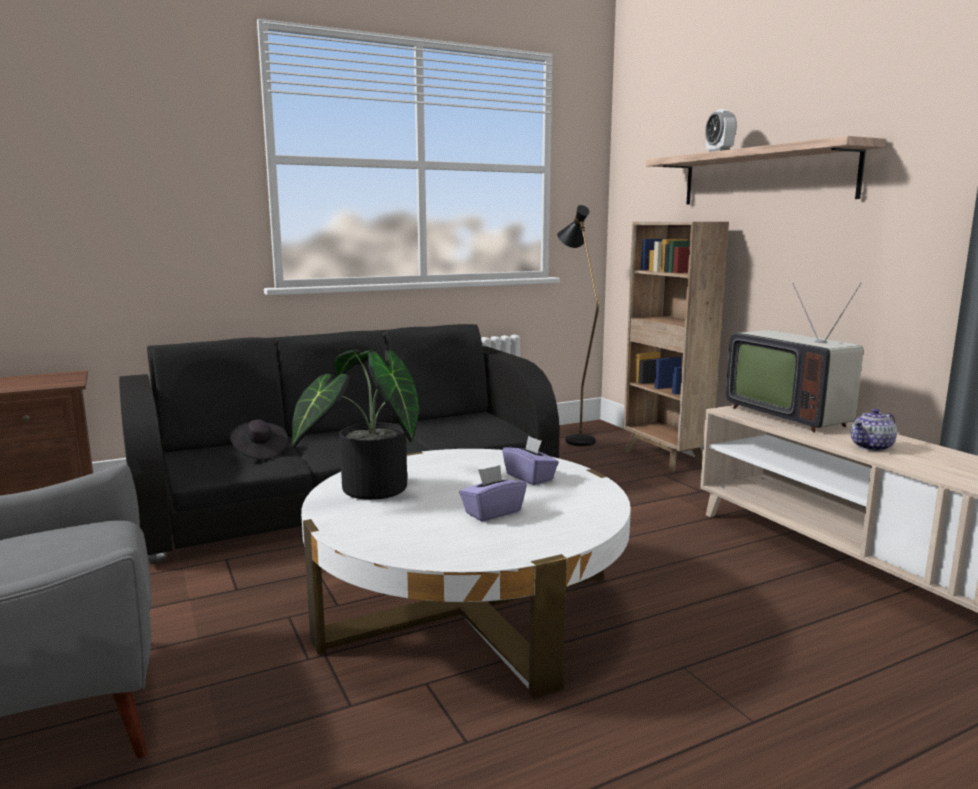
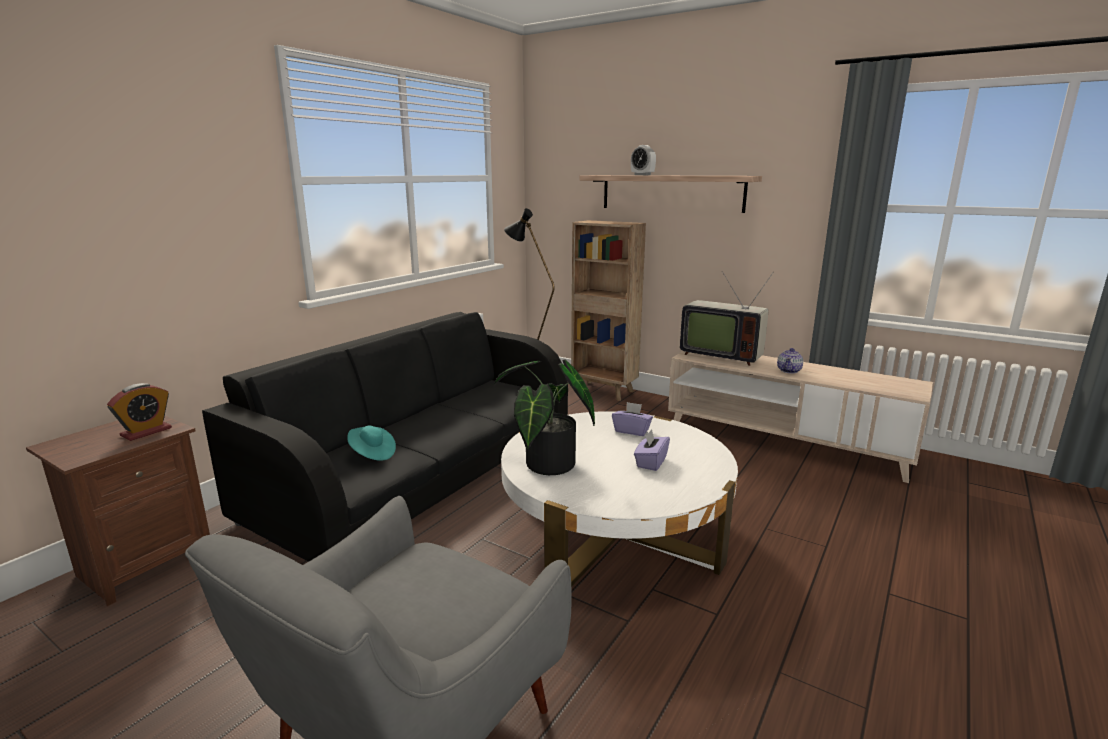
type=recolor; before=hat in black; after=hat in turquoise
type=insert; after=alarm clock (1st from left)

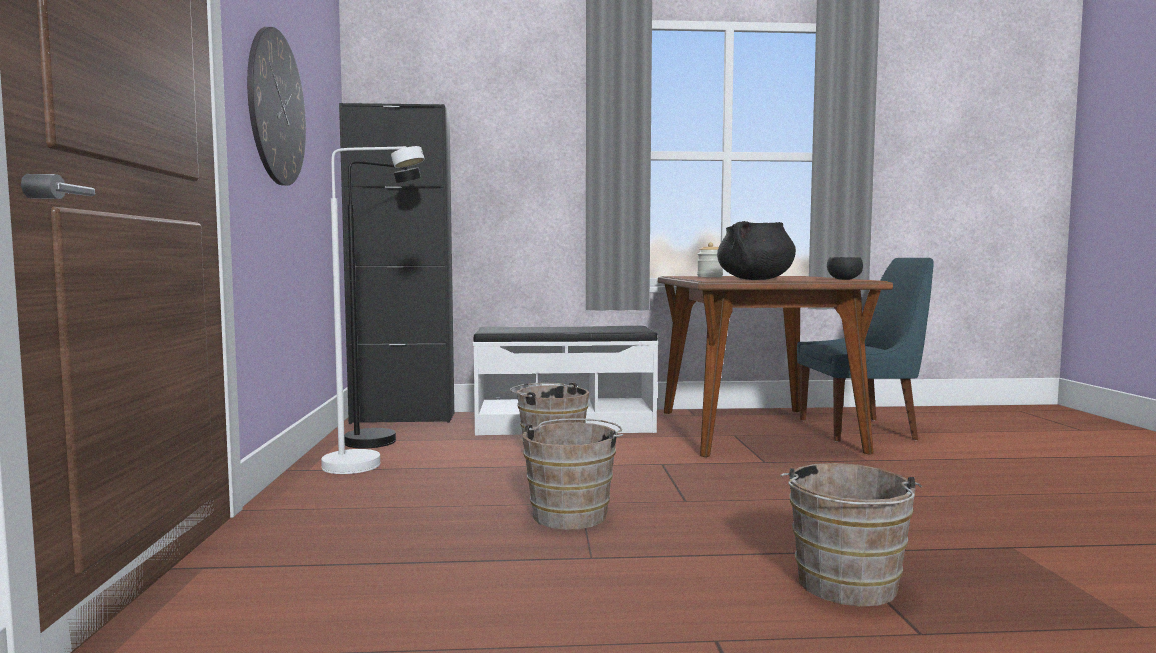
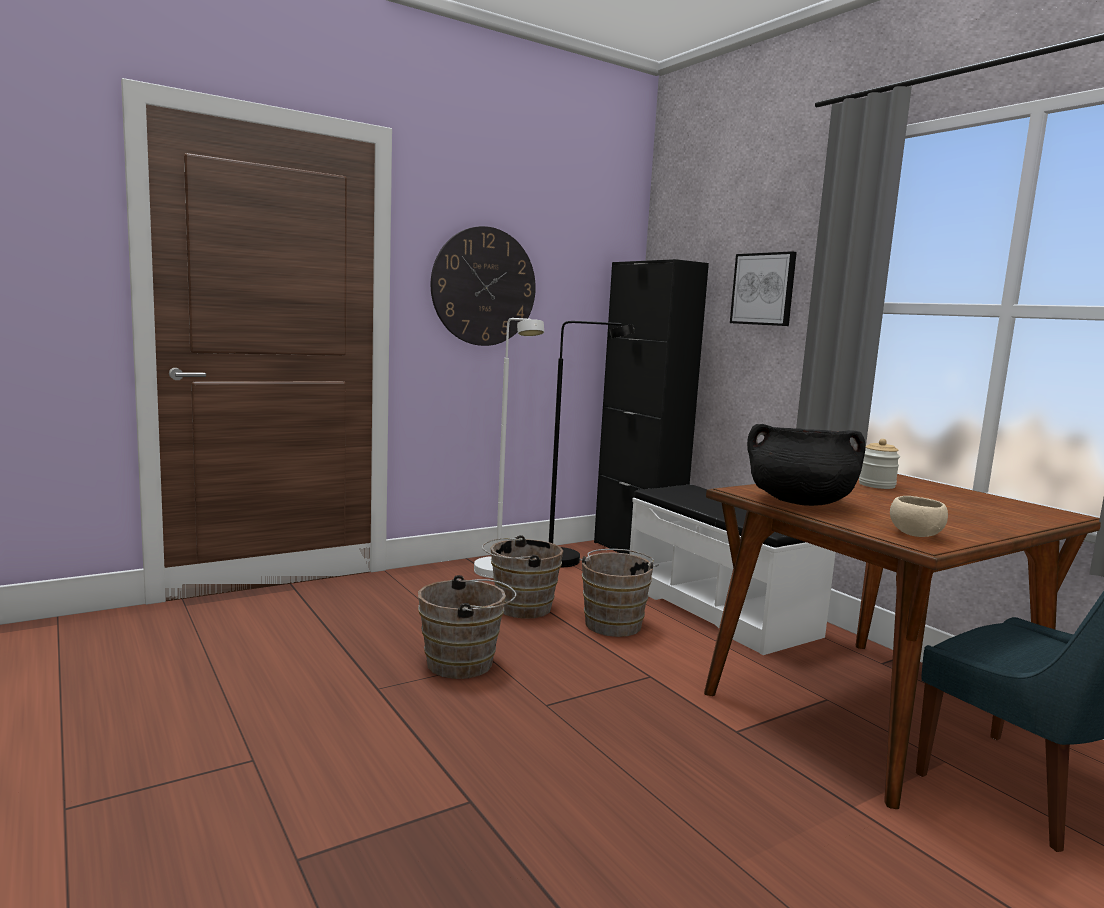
type=move; before=bucket in brown (3rd from left in the first image); after=bucket in brown (2nd from left)
type=recolor; before=bowl in black; after=bowl in beige
type=insert; after=picture

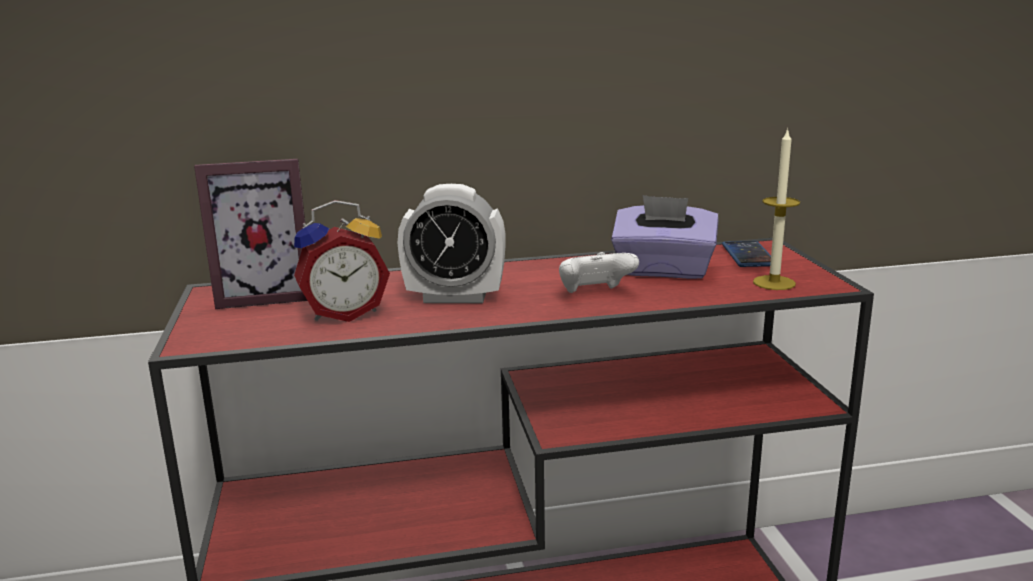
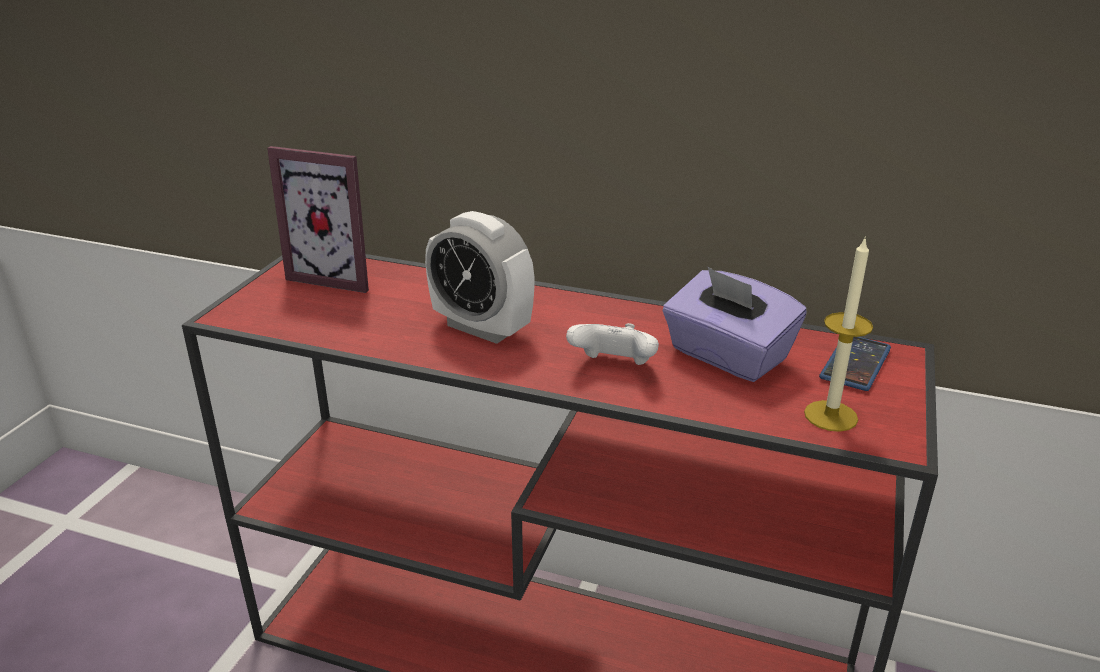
type=delete; before=alarm clock (1st from left)

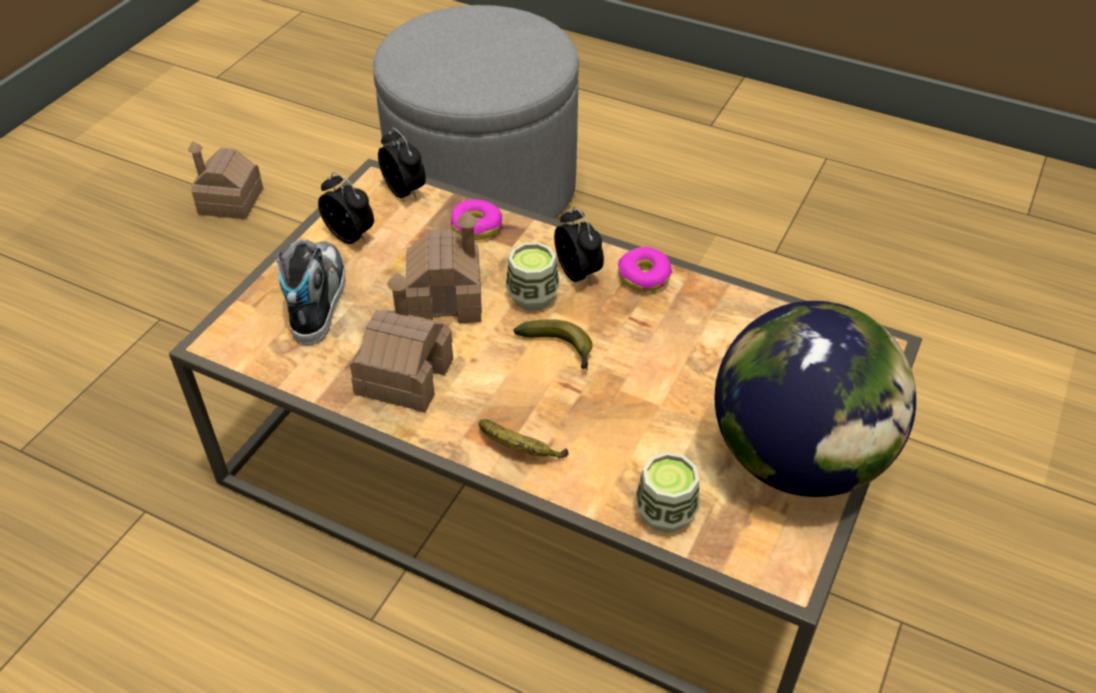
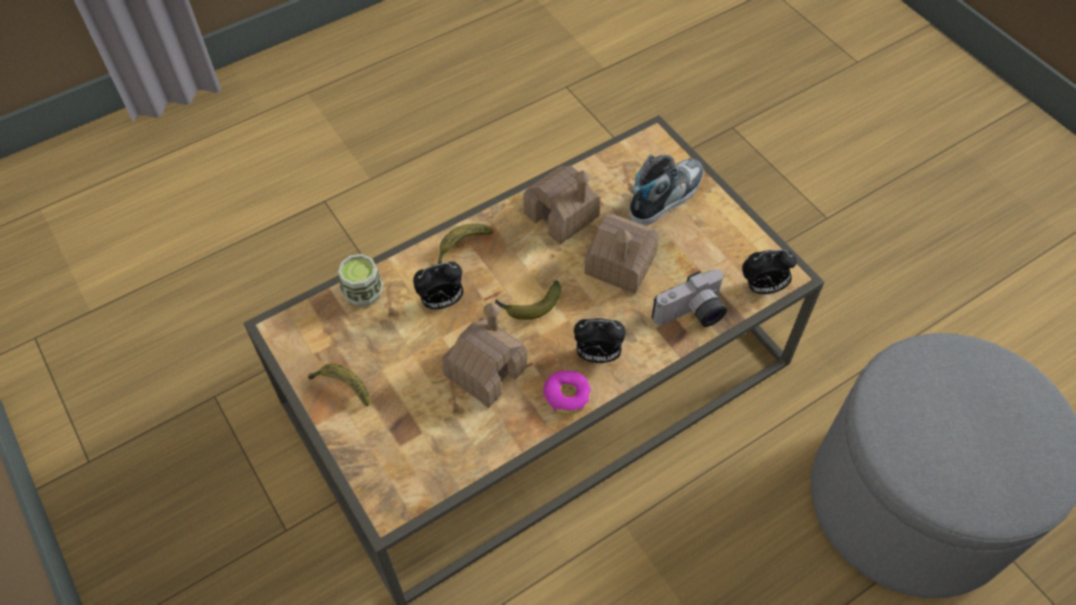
type=move; before=toy house (1st from left)
type=rotate; before=shoe; turn=-75
type=move; before=alarm clock (1st from left)
type=replace; before=donut (1st from left); after=photo camera
type=delete; before=cup (1st from left)
type=replace; before=globe; after=banana (1st from left)

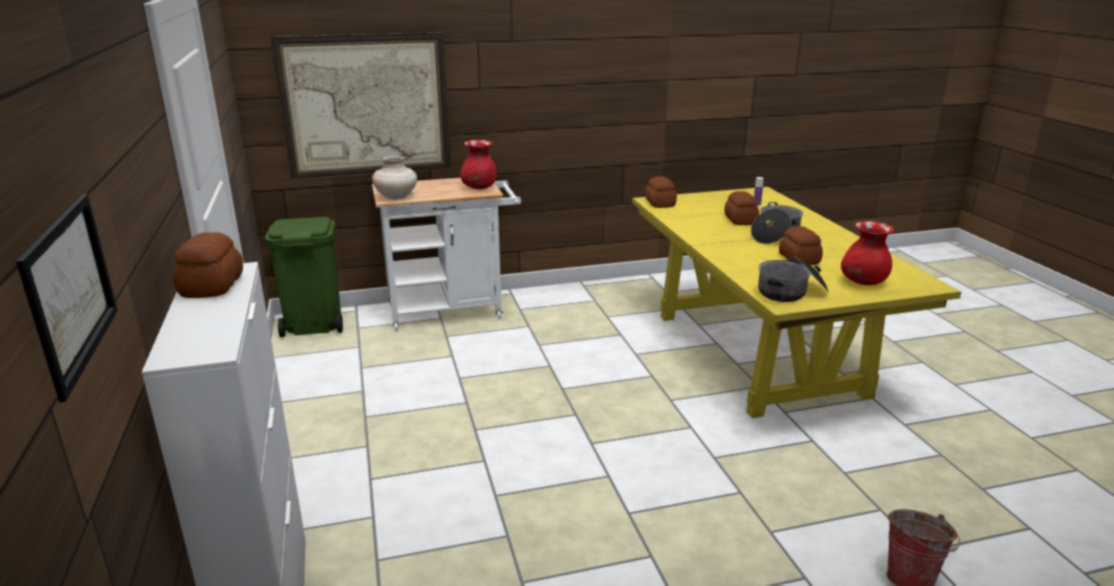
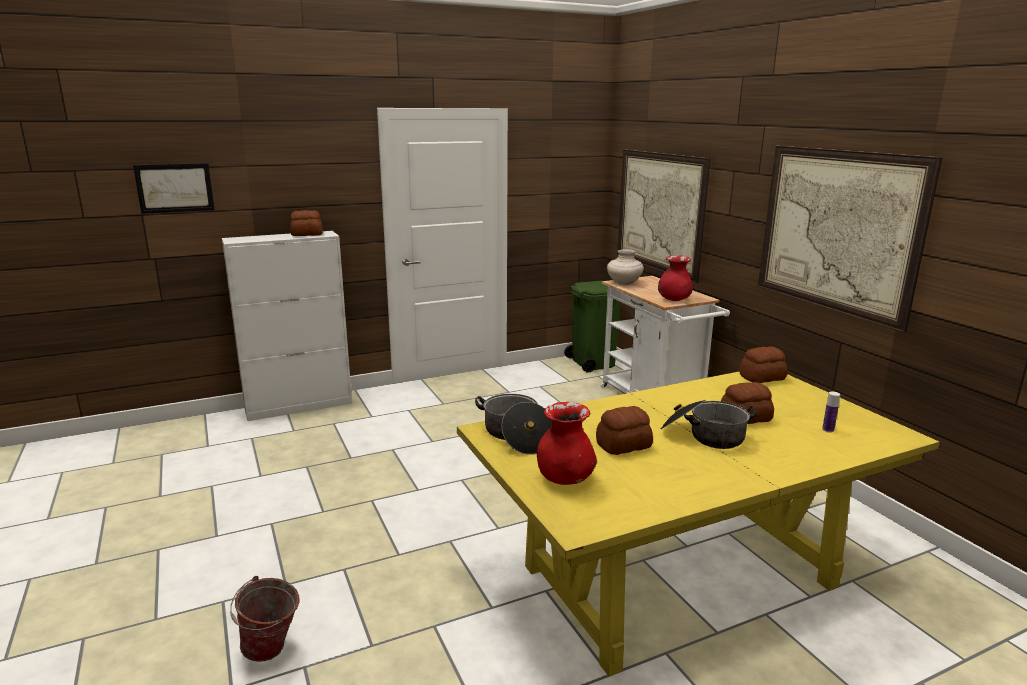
type=insert; after=picture (3rd from left)

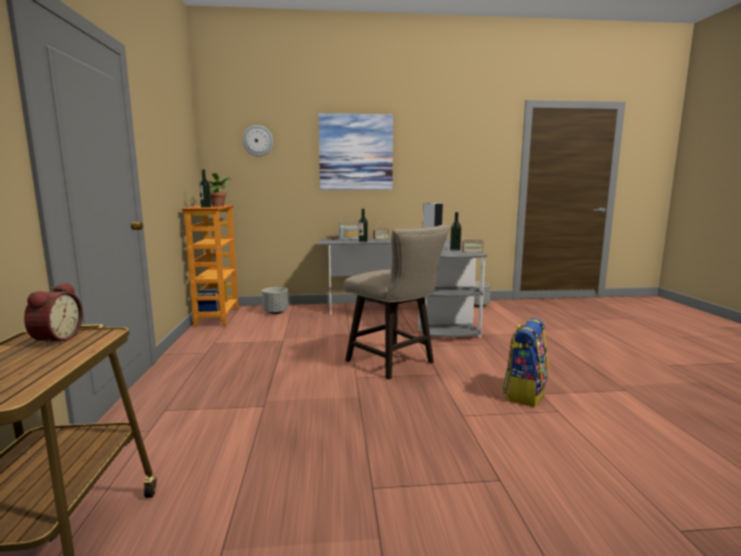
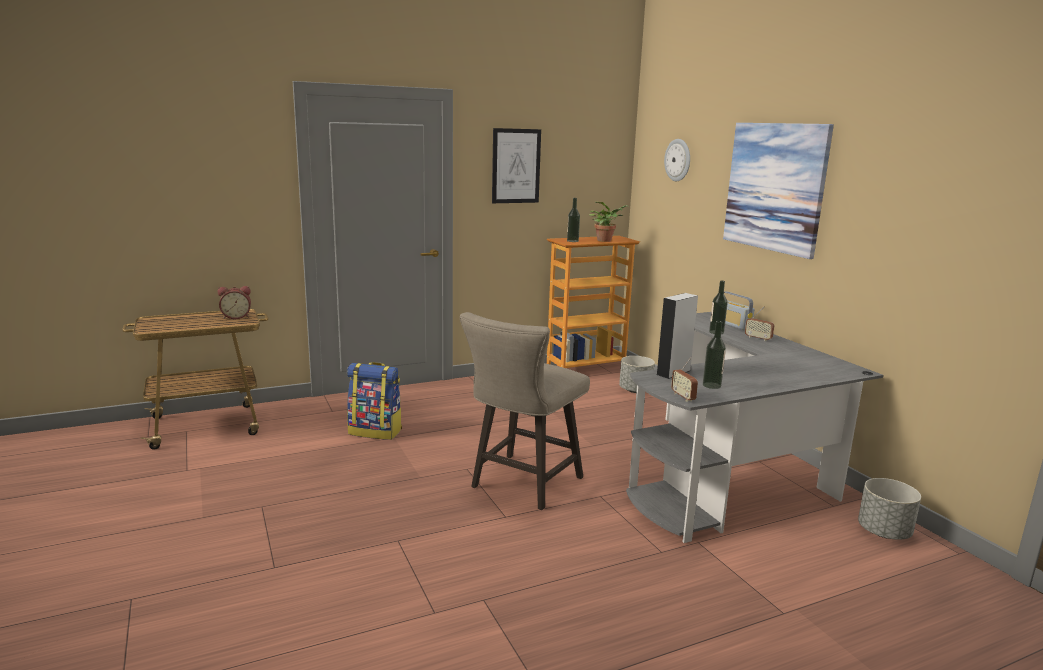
type=move; before=backpack
type=insert; after=picture (1st from left)

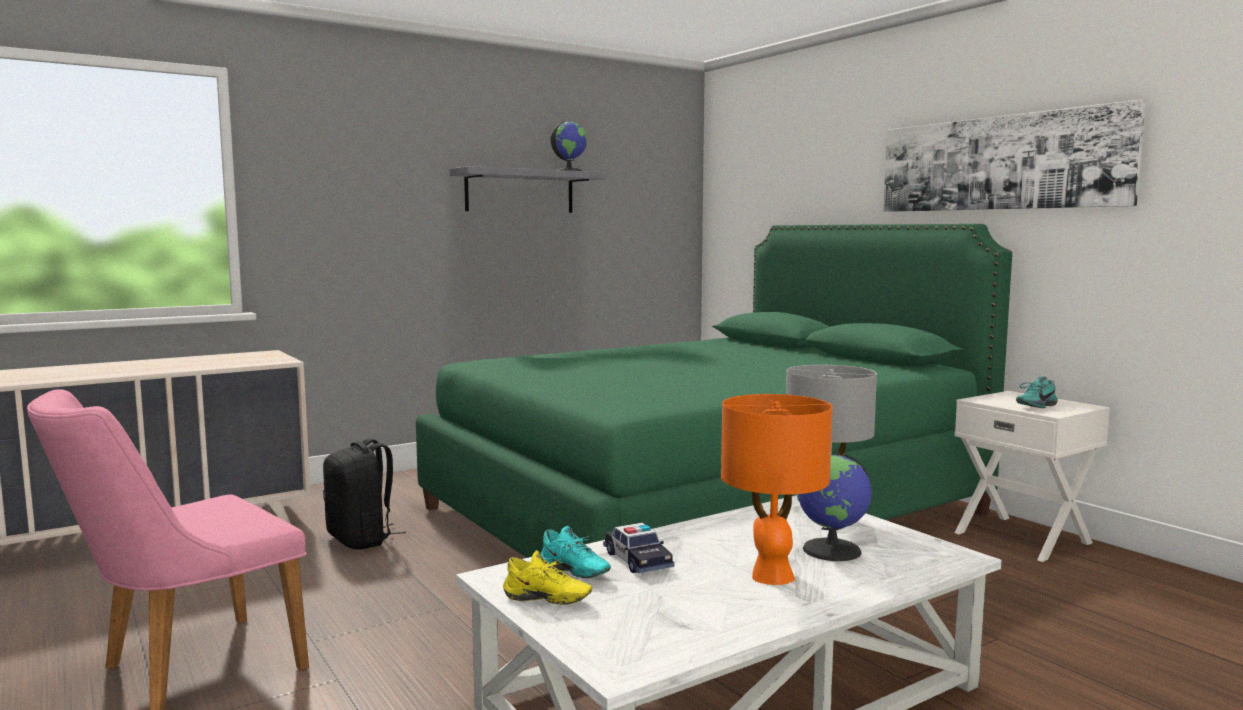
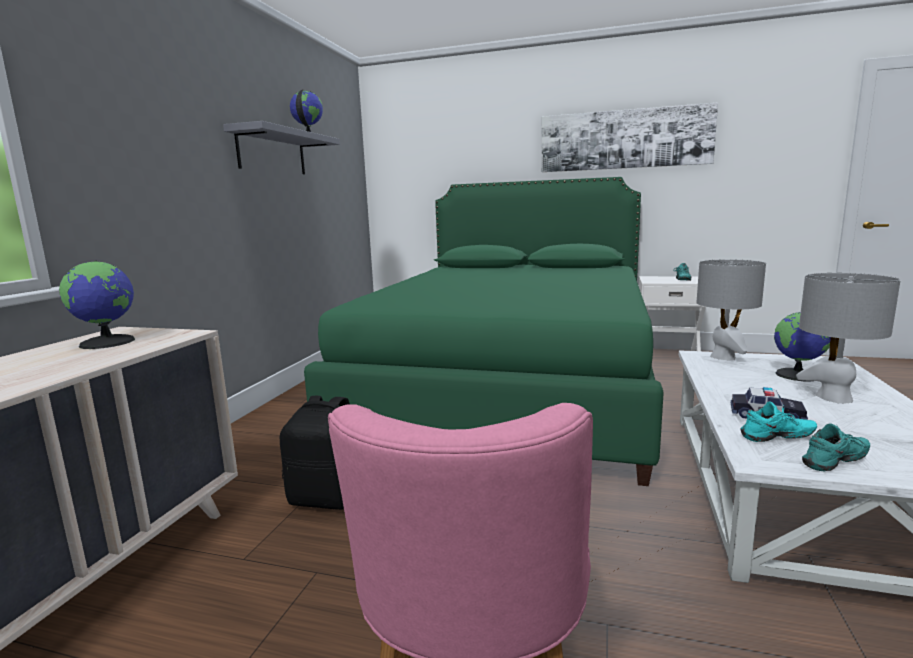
type=recolor; before=shoe in yellow; after=shoe in turquoise (3rd from left)
type=recolor; before=table lamp in orange; after=table lamp in grey (2nd from left)
type=insert; after=globe (1st from left)

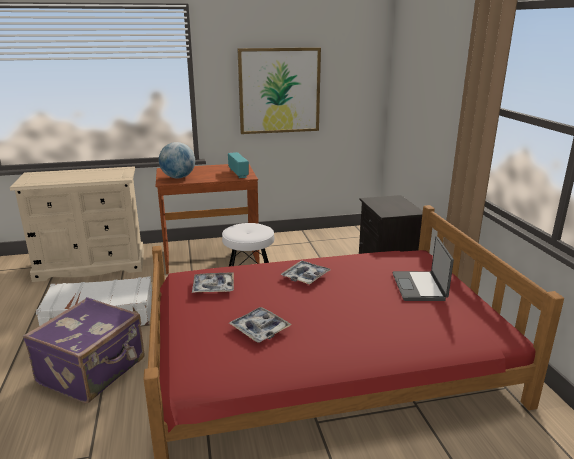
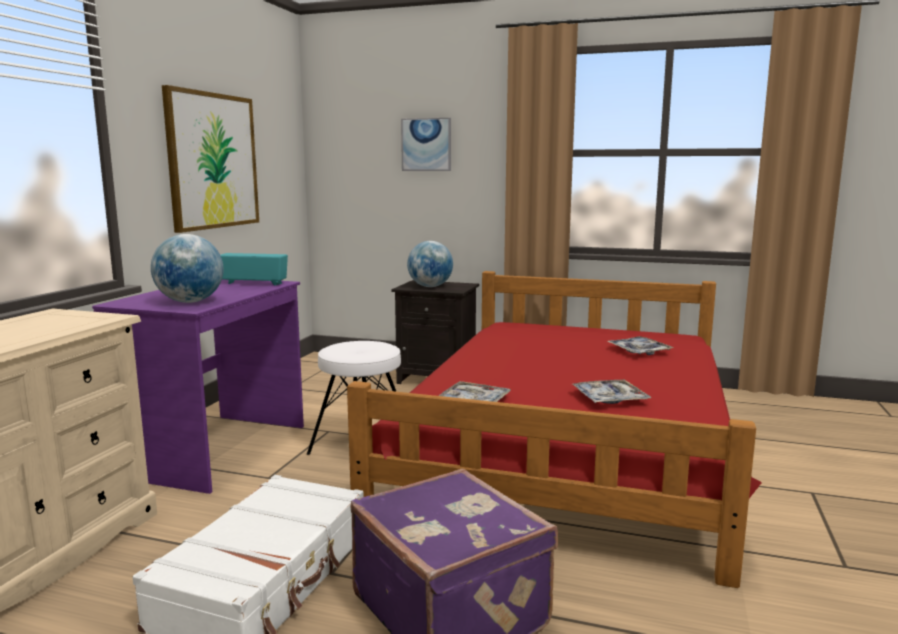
type=recolor; before=desk in brown; after=desk in purple
type=move; before=tray (3rd from left)
type=delete; before=laptop
type=insert; after=picture (2nd from left)
type=insert; after=globe (2nd from left)

